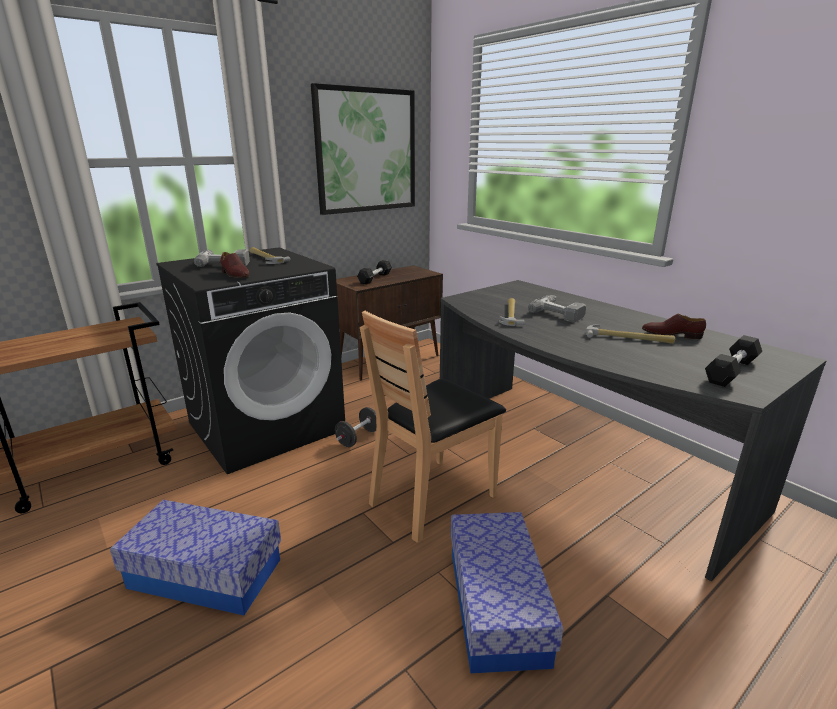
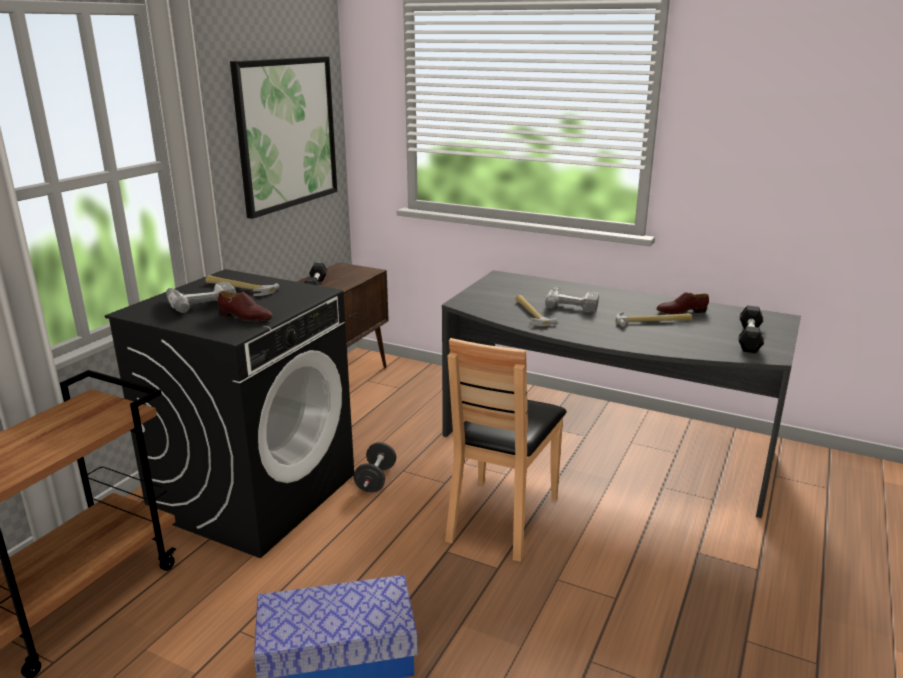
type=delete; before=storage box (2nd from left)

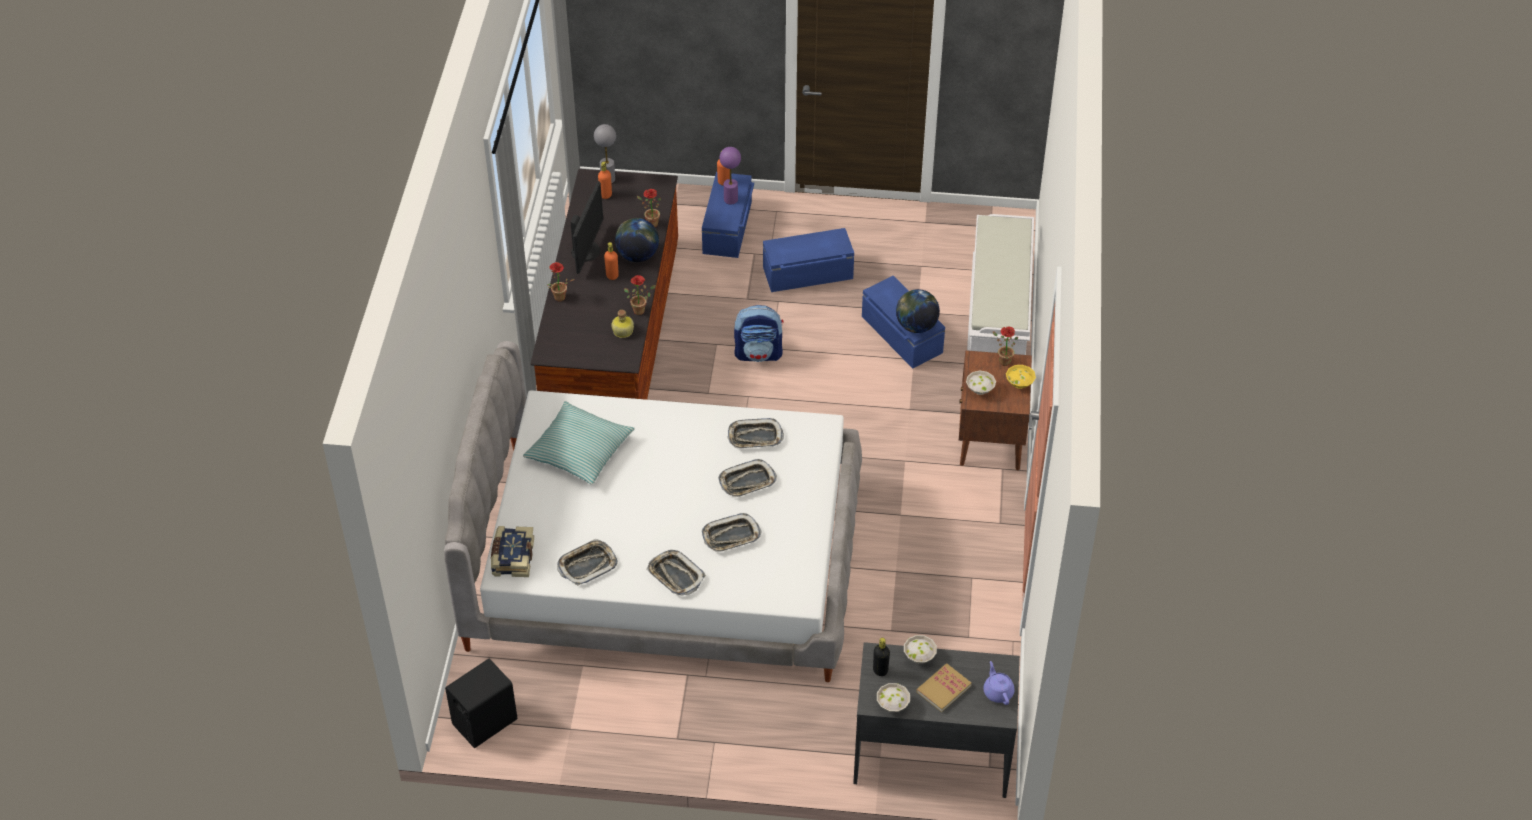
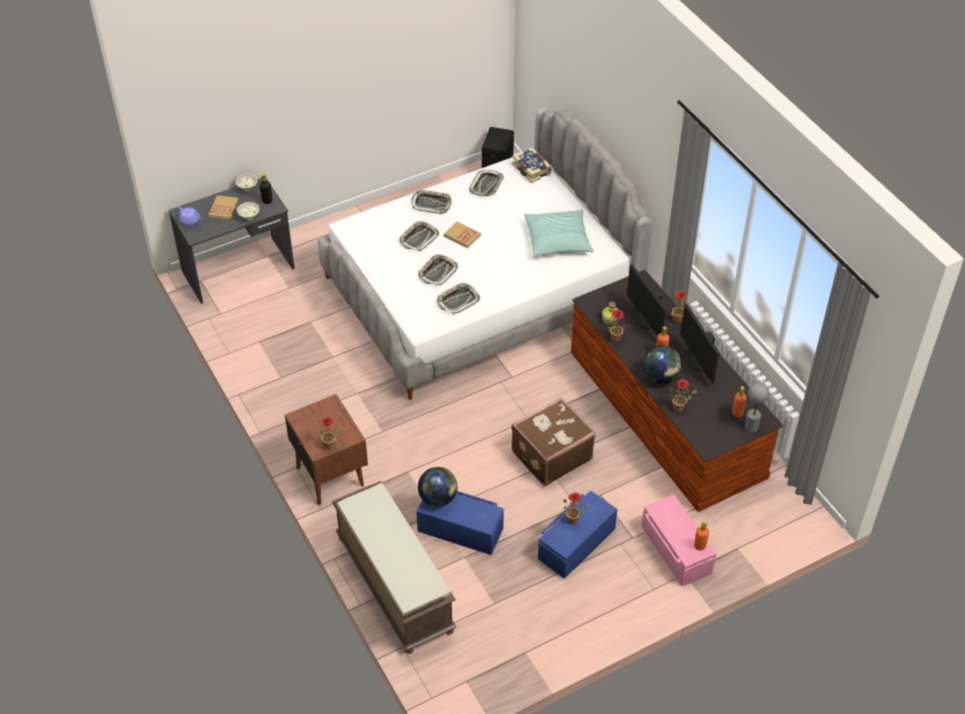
type=recolor; before=storage box in blue (1st from left); after=storage box in pink
type=delete; before=table lamp in purple
type=replace; before=backpack; after=suitcase in brown
type=delete; before=bowl in white (3rd from left)
type=recolor; before=bench in white; after=bench in brown
type=delete; before=bowl in yellow
type=insert; after=book (2nd from left)
type=insert; after=potted plant (2nd from left)
type=insert; after=monitor (1st from left)

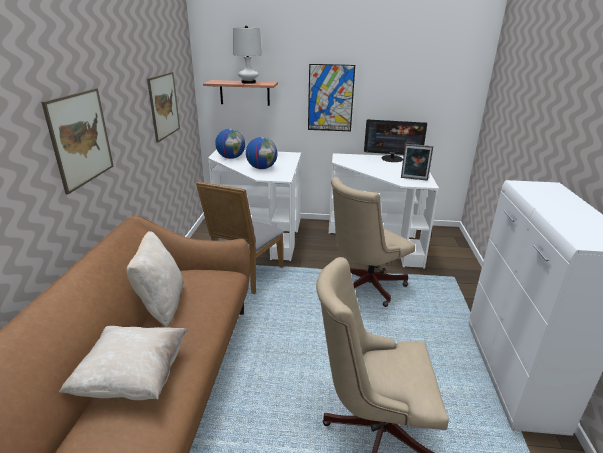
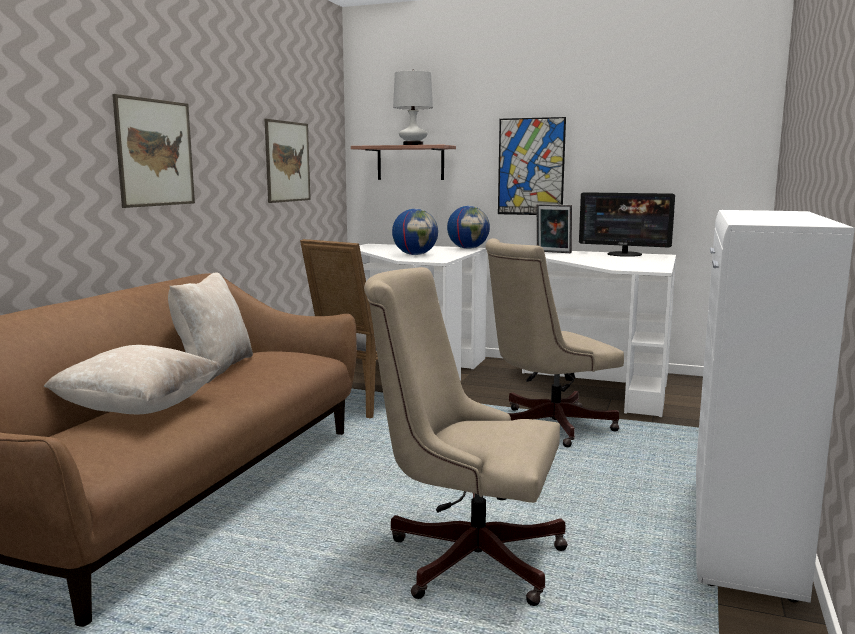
type=move; before=globe (1st from left in the first image); after=globe (2nd from left)
type=move; before=picture frame

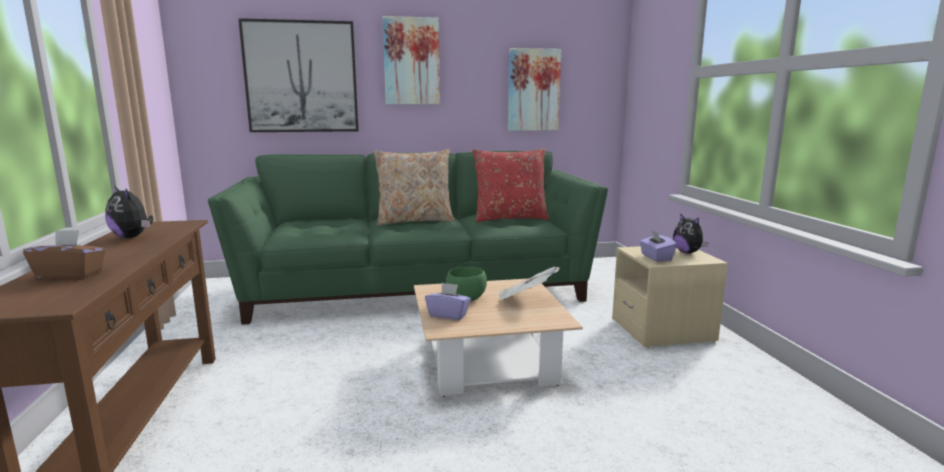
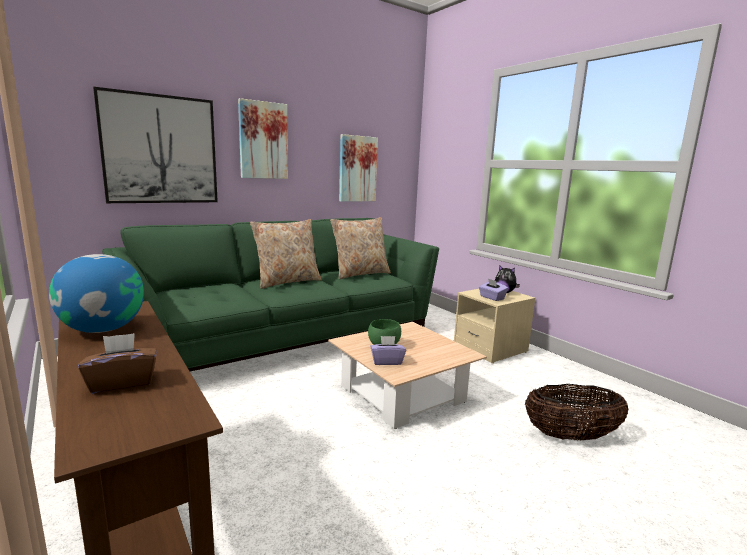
type=replace; before=plush toy (1st from left); after=globe
type=recolor; before=pillow in red; after=pillow in beige (2nd from left)
type=delete; before=newspaper
type=insert; after=basket

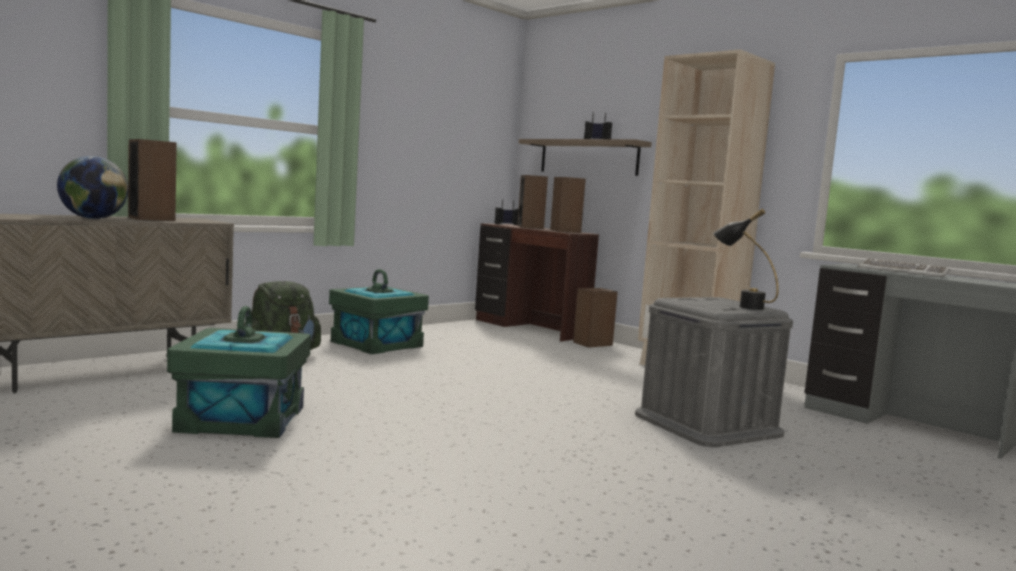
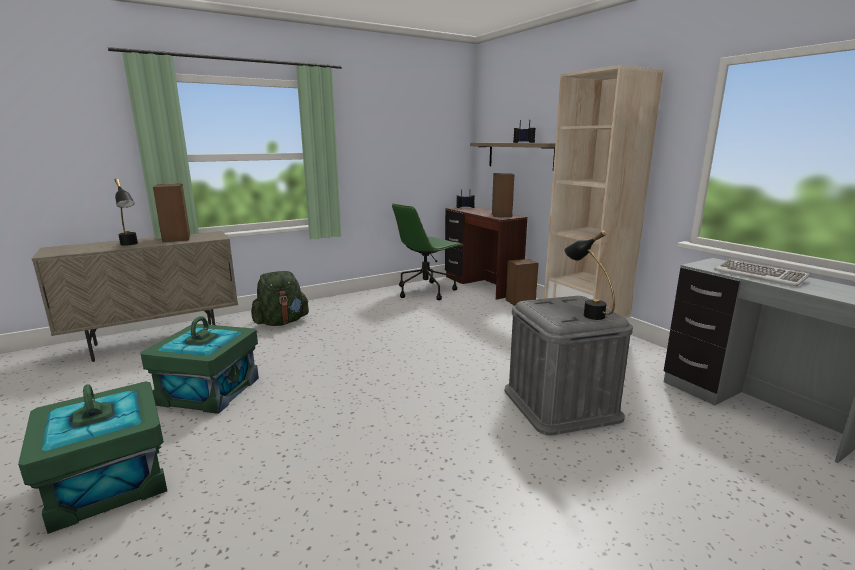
type=replace; before=globe; after=table lamp in black (1st from left)
type=move; before=storage box in green (2nd from left in the first image); after=storage box in green (1st from left)
type=delete; before=speaker (2nd from left)
type=insert; after=office chair in green

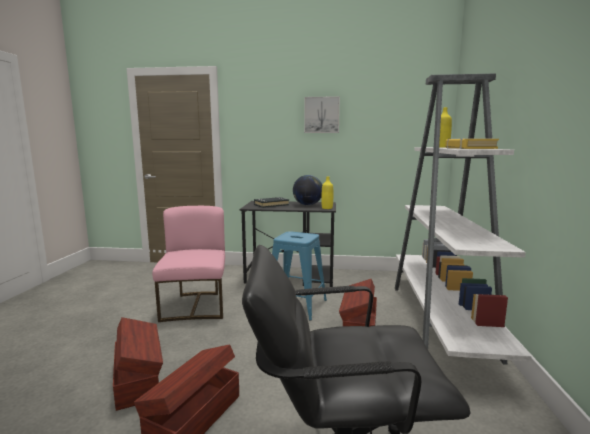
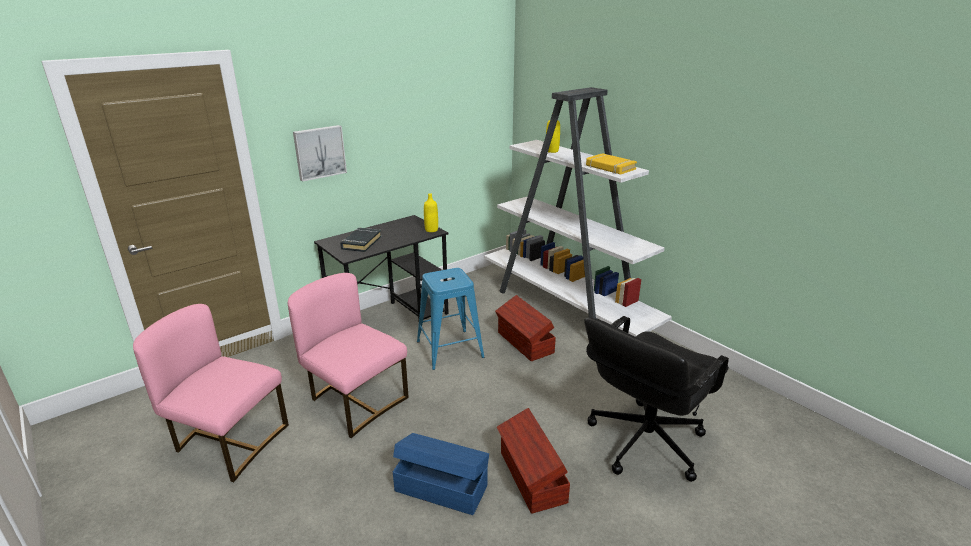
type=recolor; before=storage box in brown (1st from left); after=storage box in blue
type=delete; before=globe
type=move; before=picture
type=insert; after=chair in pink (1st from left)

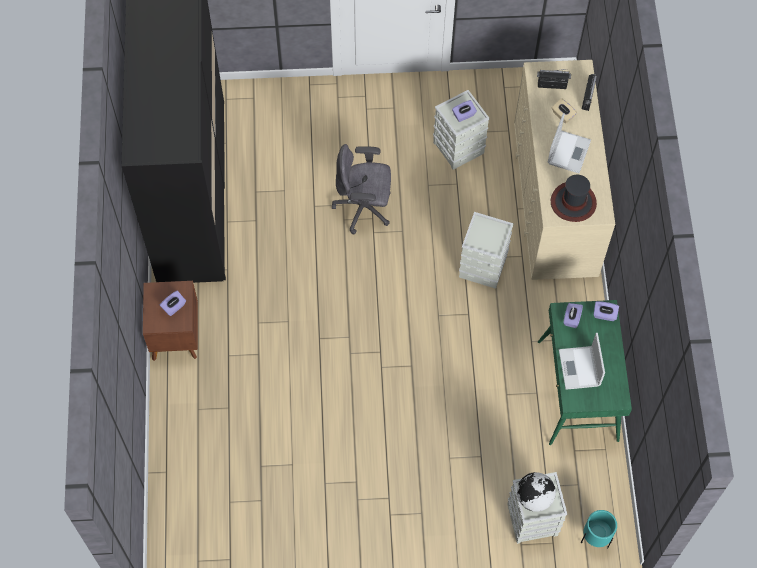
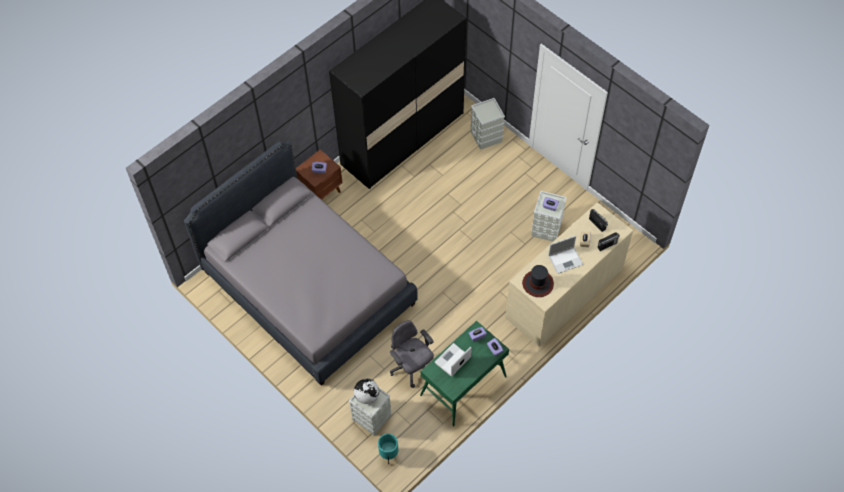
type=move; before=office chair in grey
type=move; before=storage box in grey (2nd from left)
type=insert; after=bed in grey

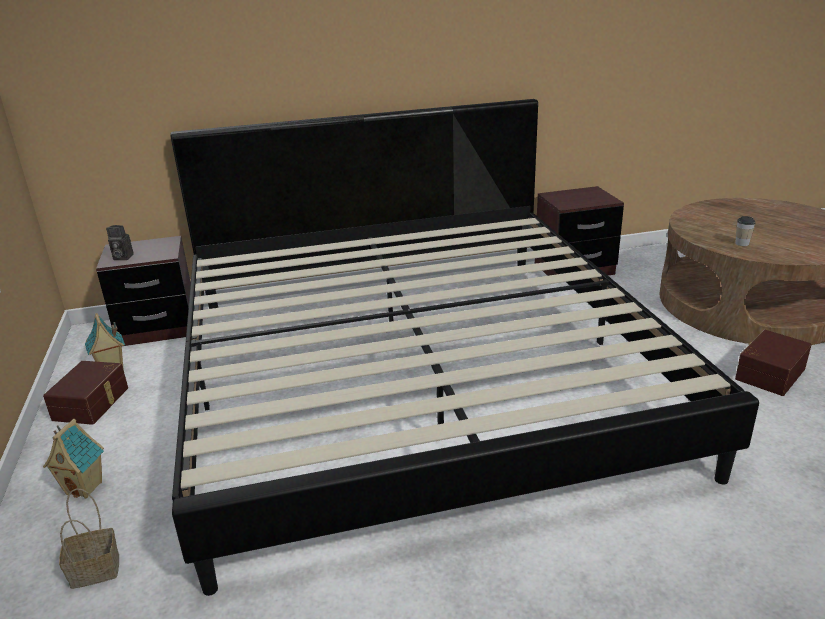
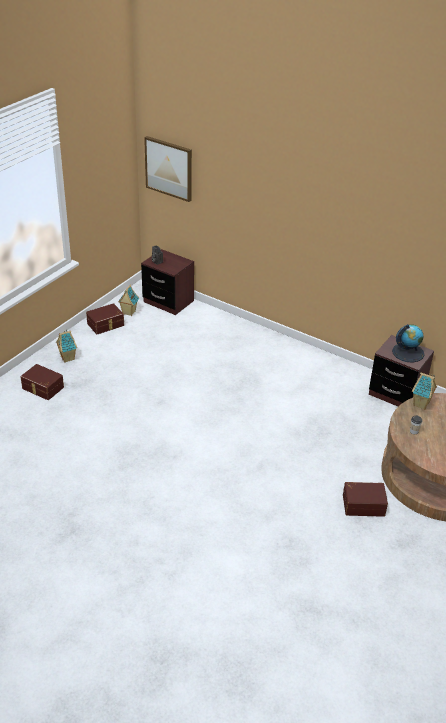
type=replace; before=basket; after=storage box in brown (1st from left)
type=delete; before=bed
type=insert; after=picture
type=insert; after=globe
type=insert; after=toy house (3rd from left)

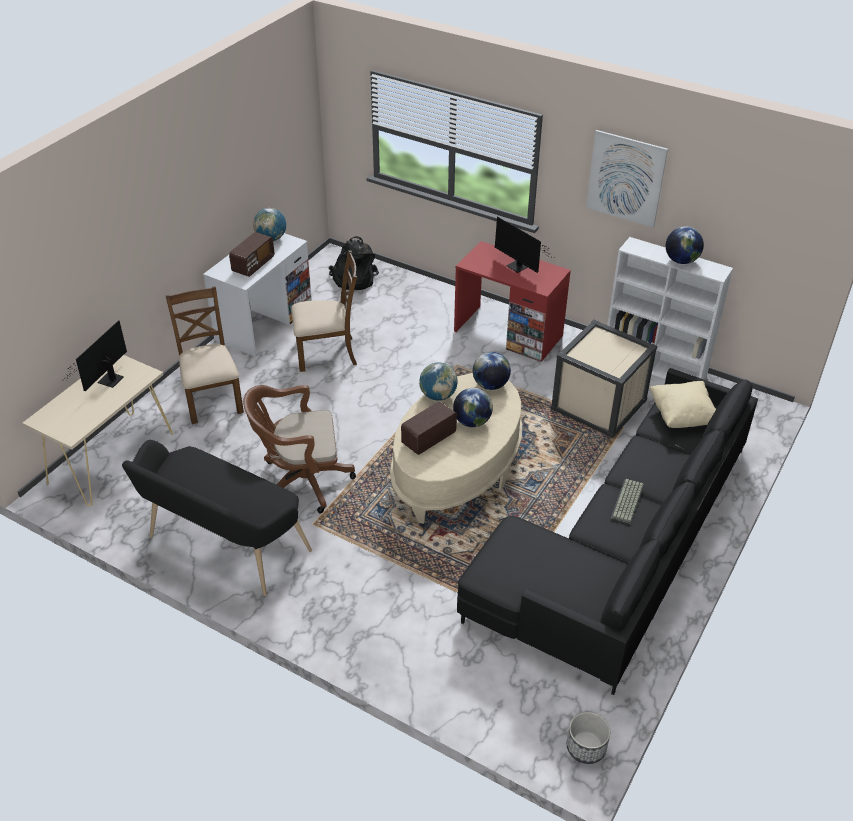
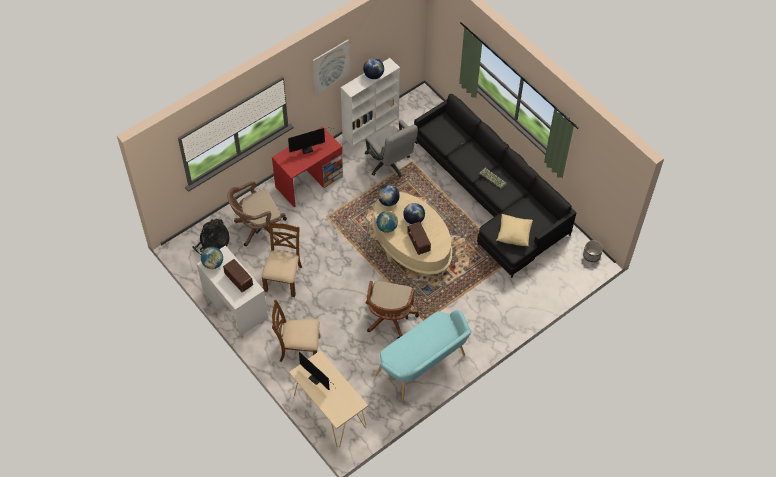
type=recolor; before=bench in black; after=bench in turquoise
type=replace; before=storage box in beige; after=office chair in grey
type=move; before=pillow in beige
type=insert; after=office chair in brown (1st from left)

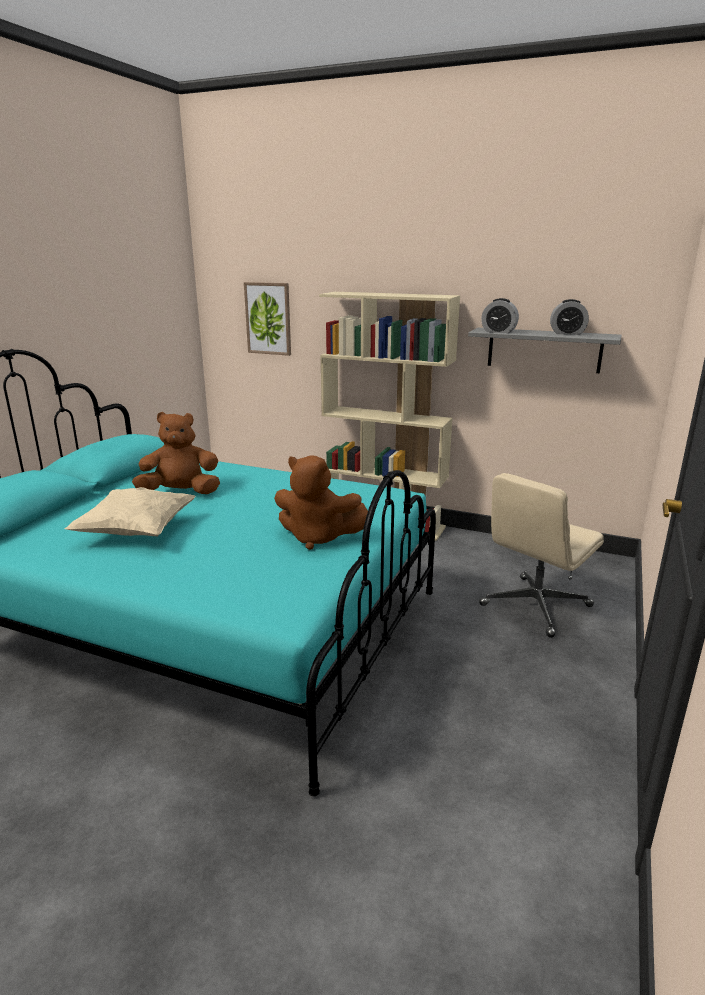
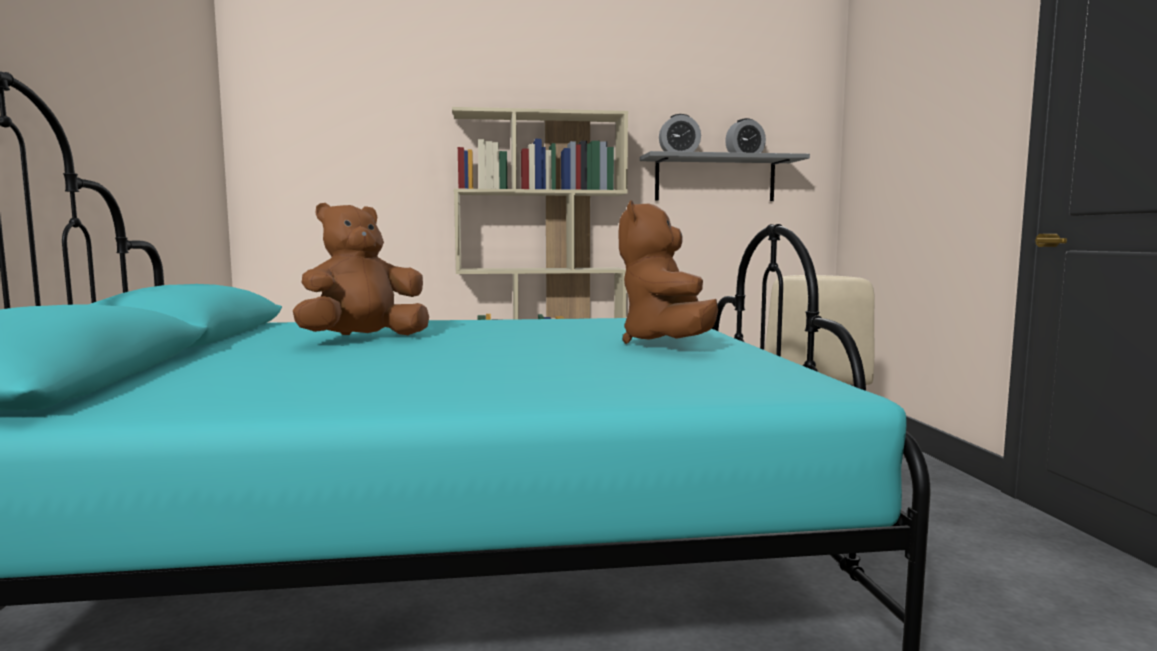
type=delete; before=pillow in beige
type=delete; before=picture
type=rotate; before=plush toy in brown (2nd from left); turn=105

